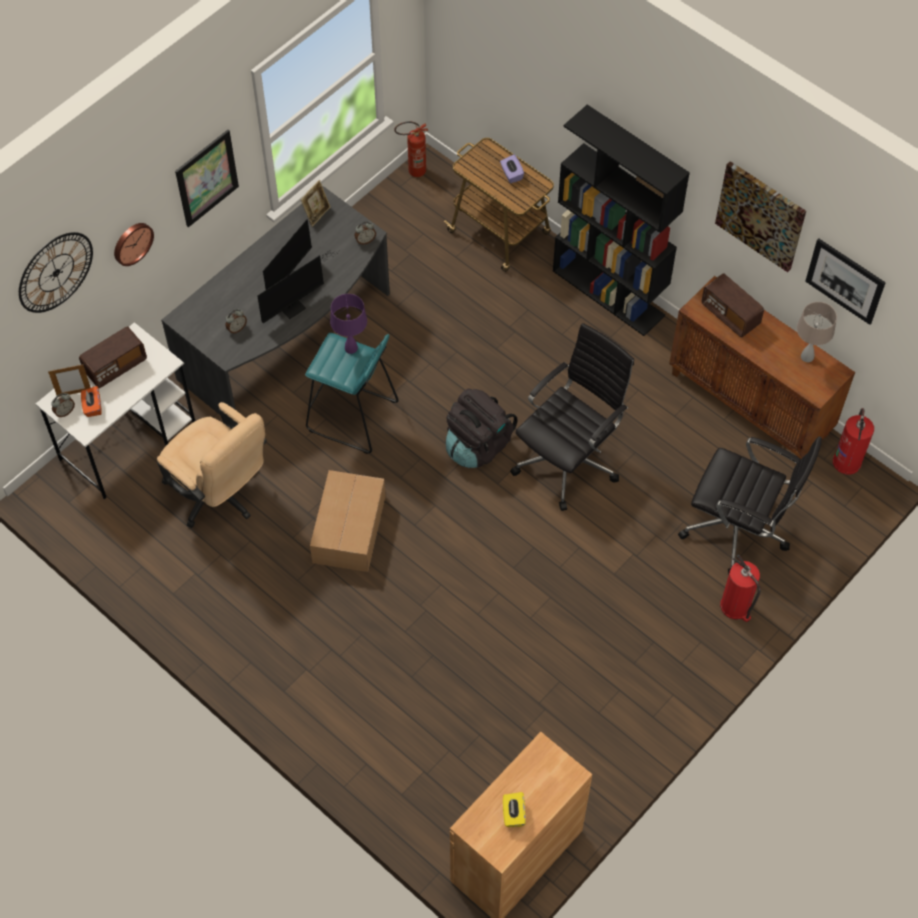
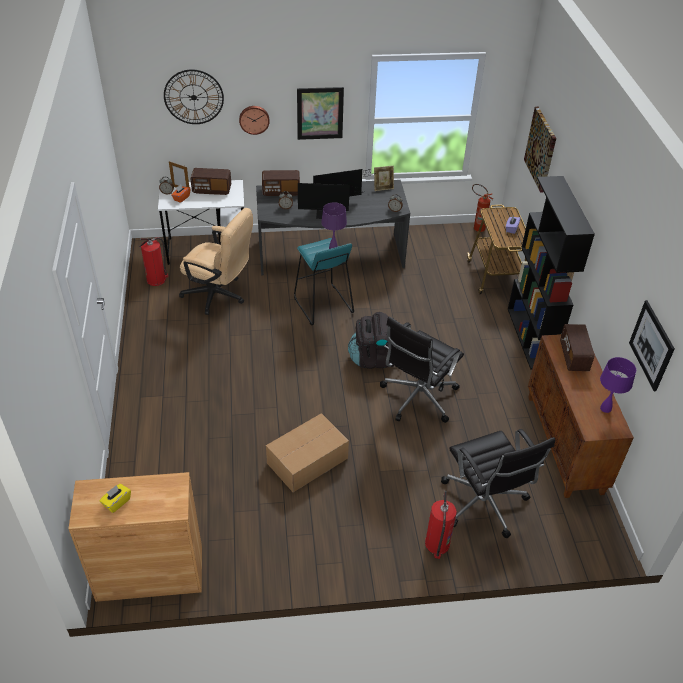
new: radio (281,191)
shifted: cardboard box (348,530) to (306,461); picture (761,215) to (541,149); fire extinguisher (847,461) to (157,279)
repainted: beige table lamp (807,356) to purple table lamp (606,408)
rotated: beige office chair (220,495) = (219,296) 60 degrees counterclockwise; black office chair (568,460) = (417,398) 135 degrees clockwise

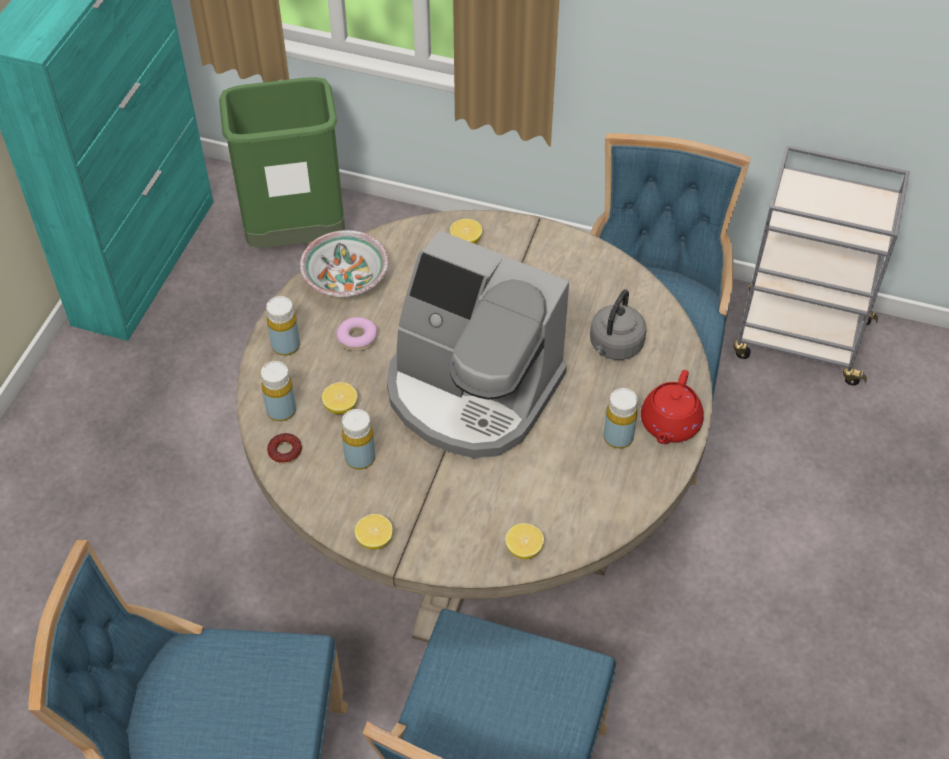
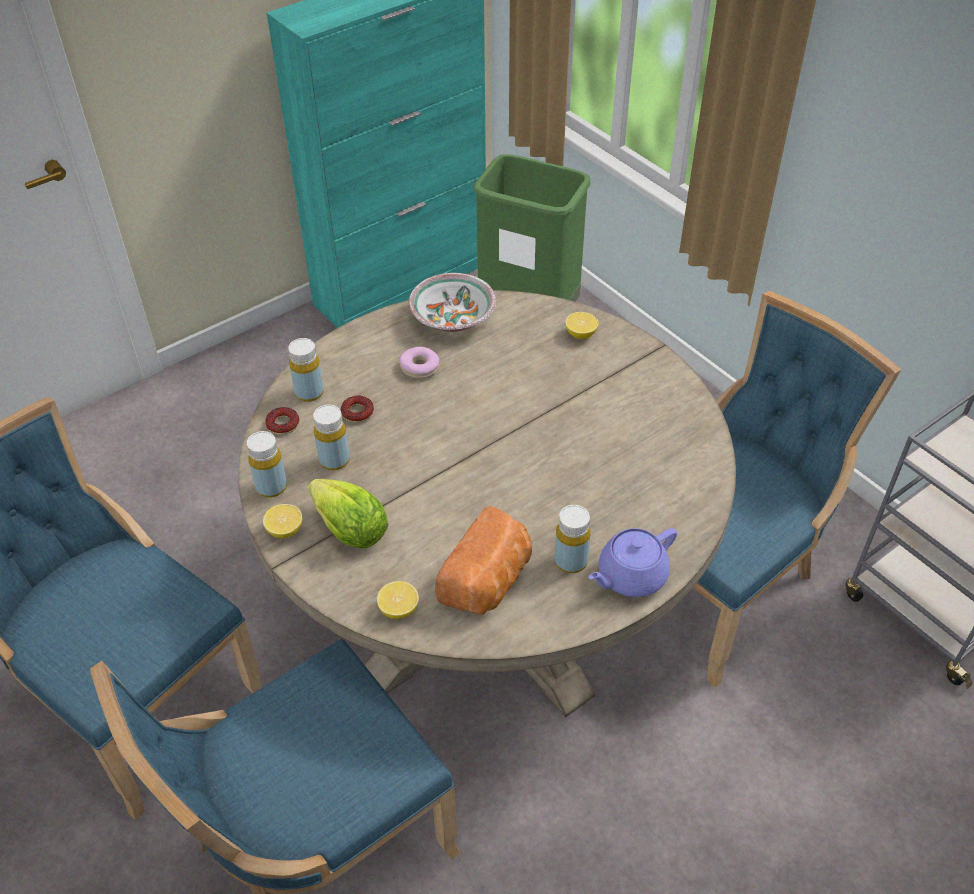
gone: coffee machine (471,391); grey kettle (614,346)
new: lettuce (350,530); bread (489,581)
shifted: yellow bottle (286,346) to (271,487)
swapped: lemon (340,406) to donut (357,412)
repainted: red teapot (669,424) to purple teapot (630,576)

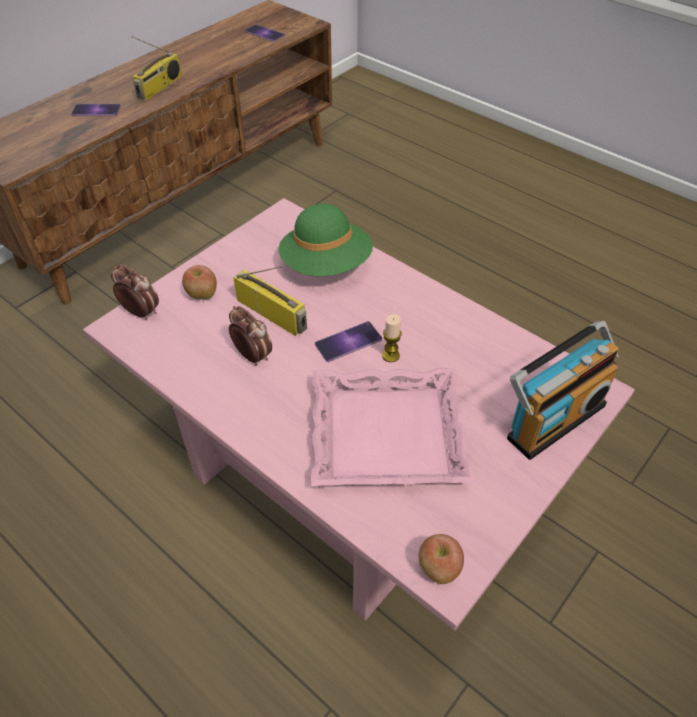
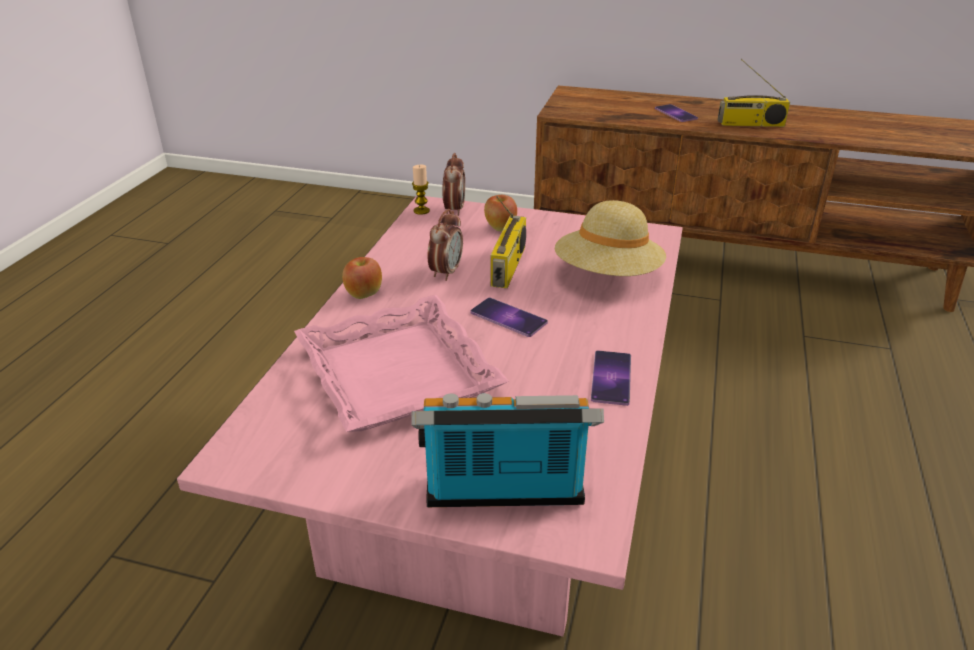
shifted: phone (265,33) to (611,378); candle (390,355) to (421,211); apple (438,569) to (364,294)
repainted: green hat (326,265) to beige hat (608,276)
rotated: radio (552,418) = (504,496) 150 degrees clockwise

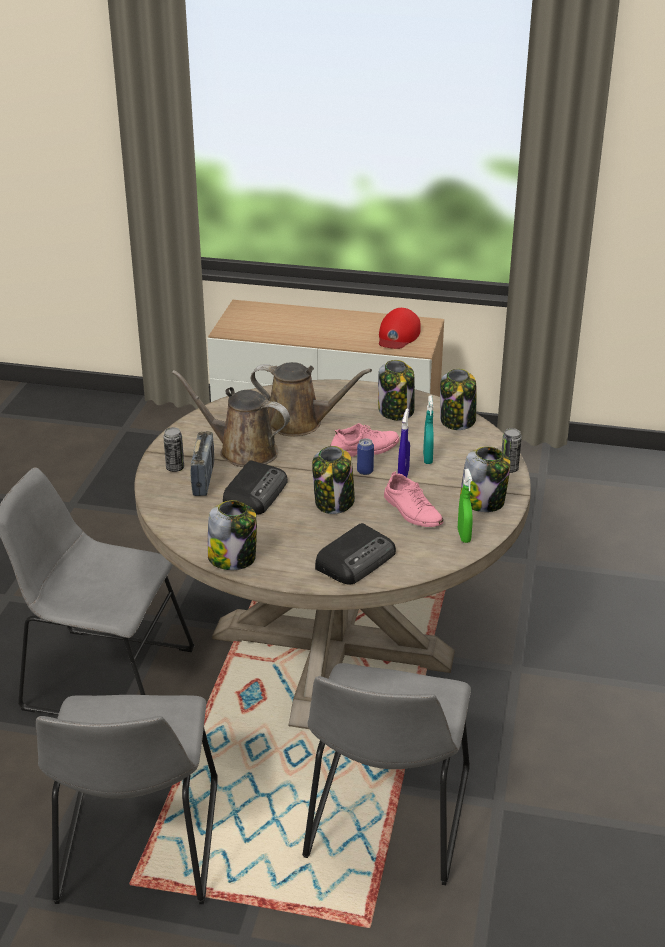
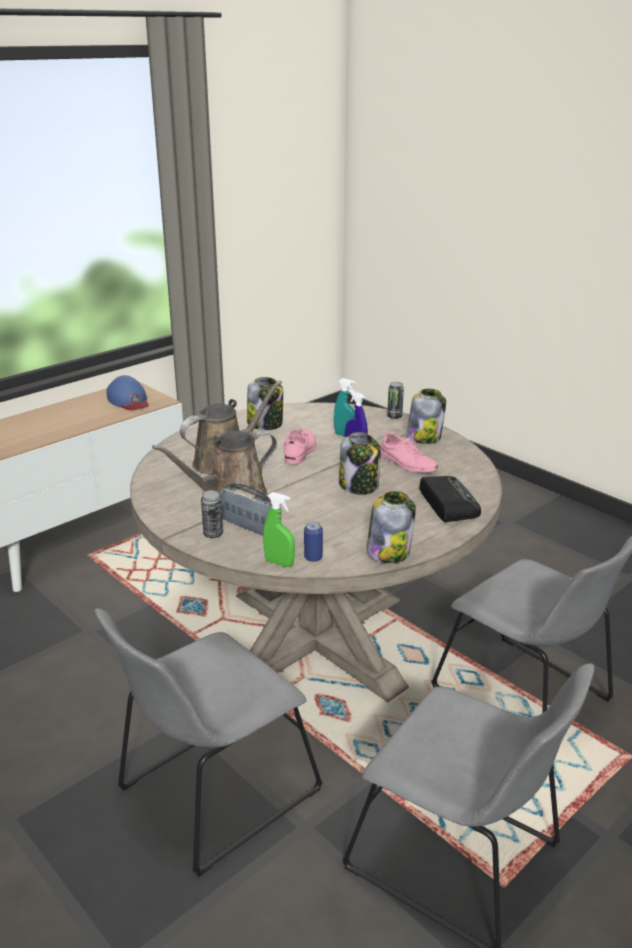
gone: radio (255,493); jar (457,421)
shifted: can (365,471) to (313,557); green spray bottle (464,536) to (279,563)
repainted: red cap (398,335) to blue cap (129,400)
rotated: pink shoe (412,511) = (406,463) 45 degrees clockwise

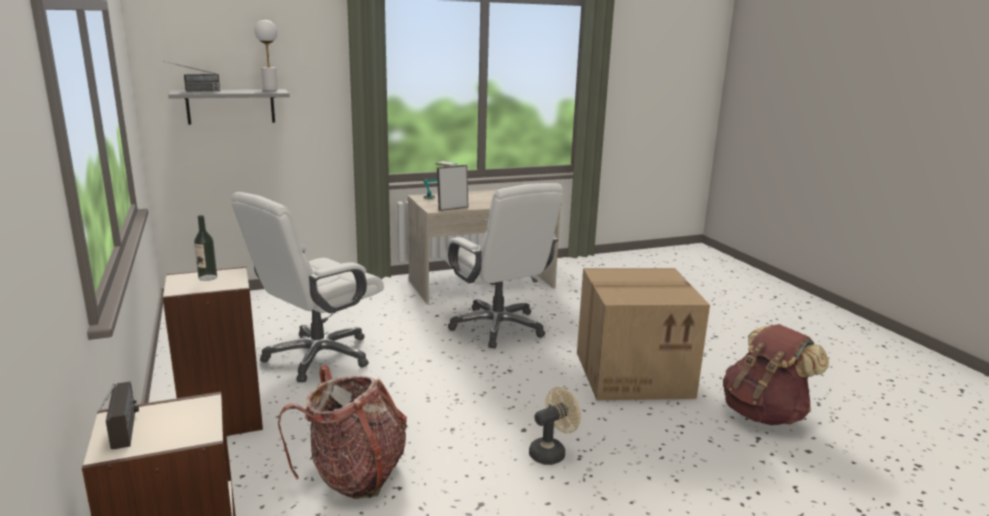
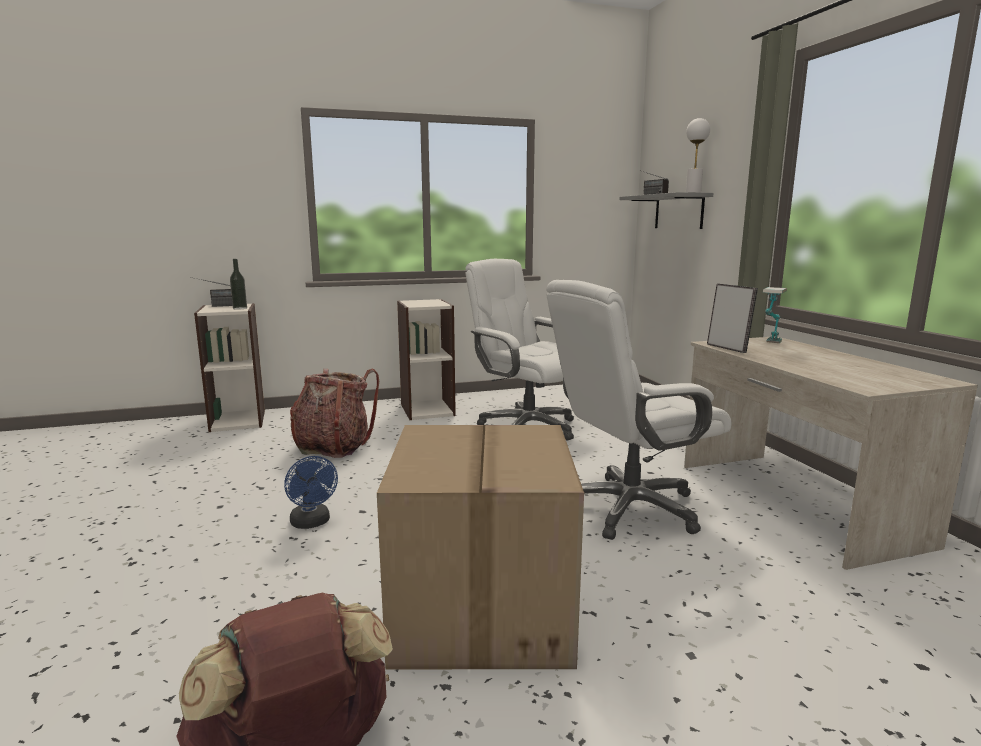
shifted: bottle (207,277) to (240,308)
repainted: beige fan (551,452) to blue fan (312,523)

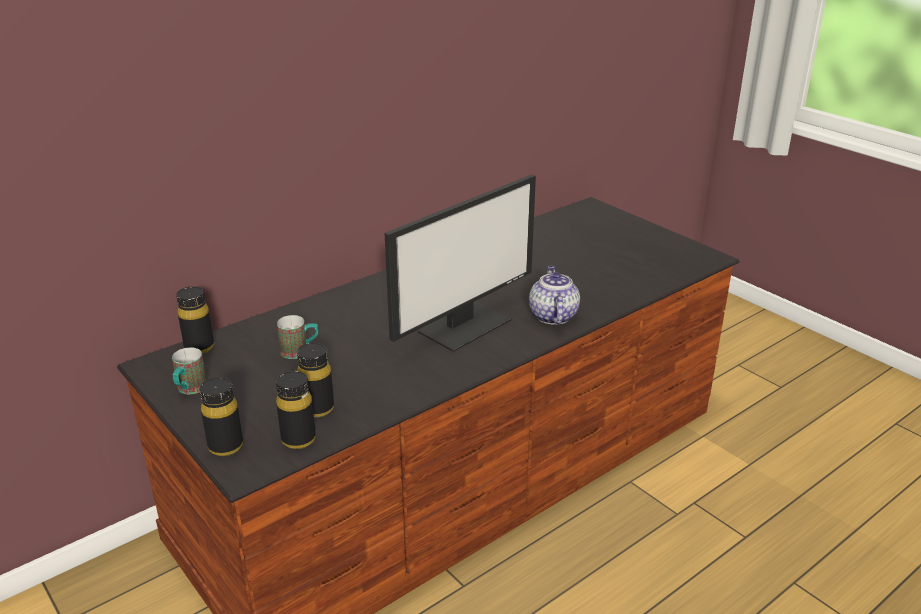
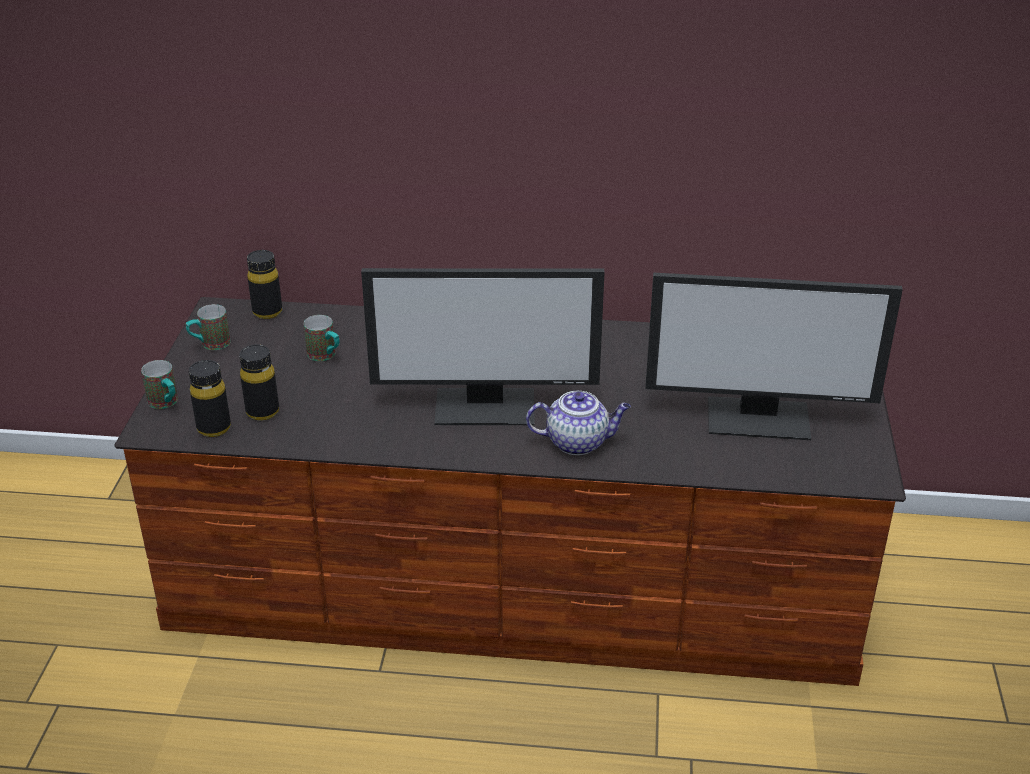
new: monitor (759,417)
swapped: black bottle (226,446) to mug (166,403)
rotated: teapot (552,315) = (578,442) 45 degrees clockwise

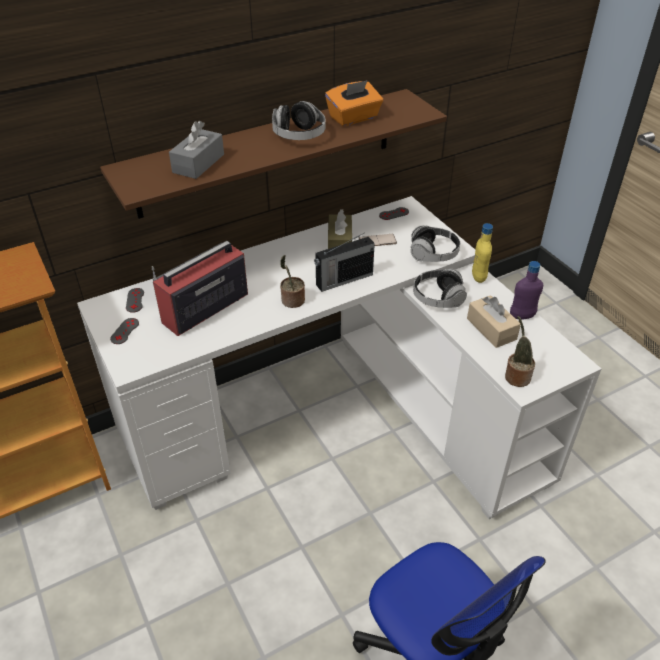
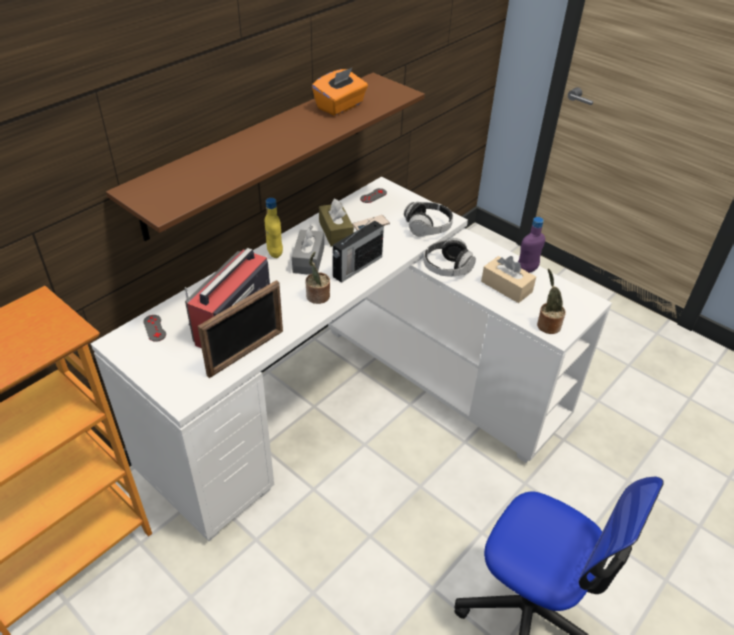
gone: grey game controller (125,331); headphones (299,136)
new: picture frame (246,353)
shifted: grey tissue box (198,163) to (308,260); yellow bottle (478,277) to (275,252)

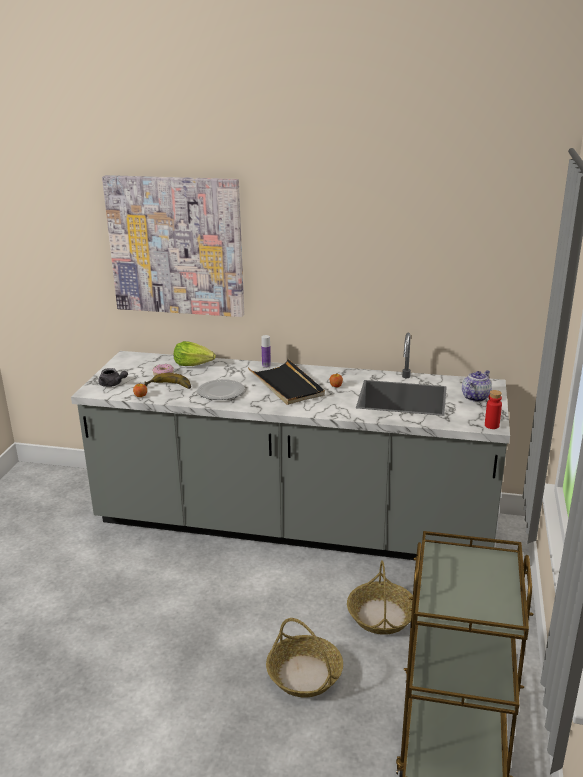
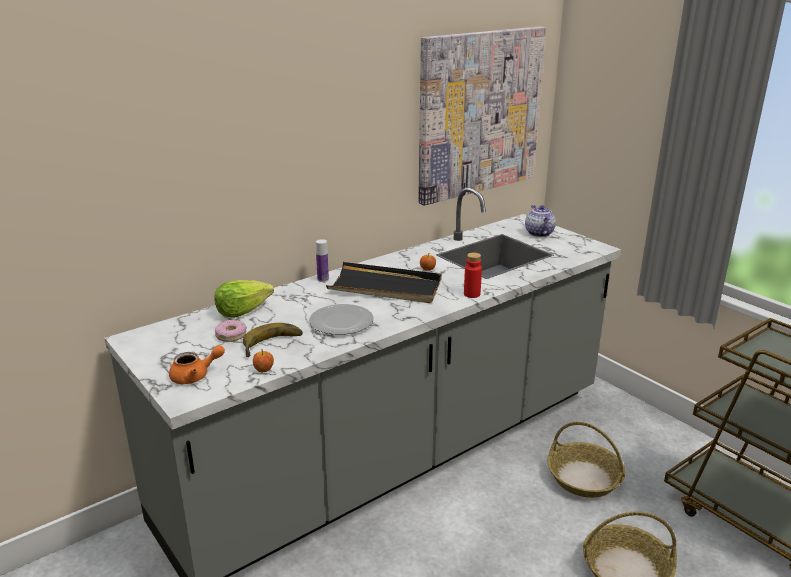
shifted: picture (176,246) to (479,113); red bottle (491,425) to (472,294)
repainted: grey teapot (112,384) to orange teapot (195,376)

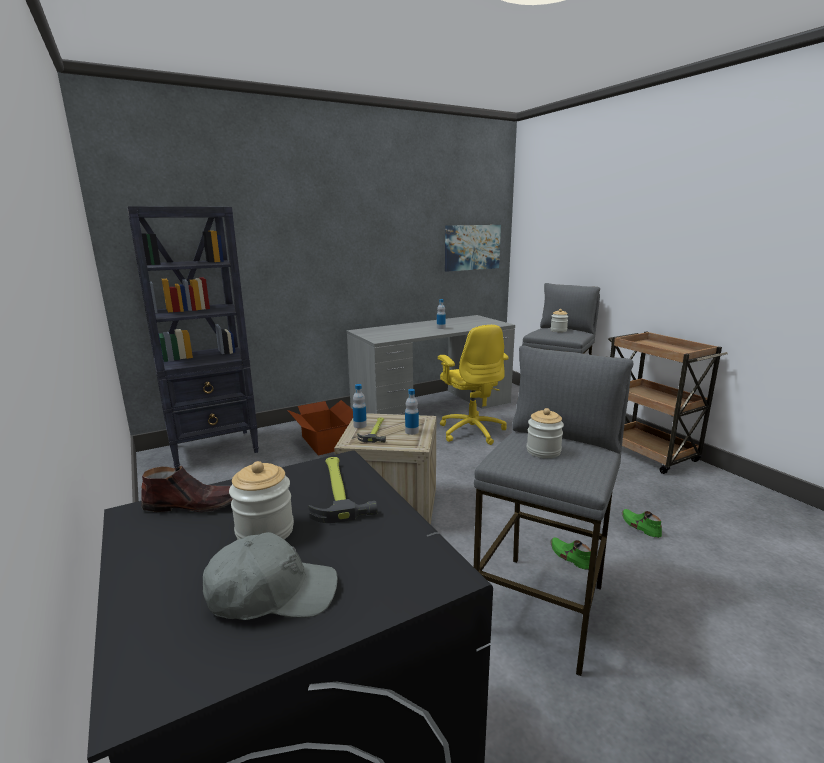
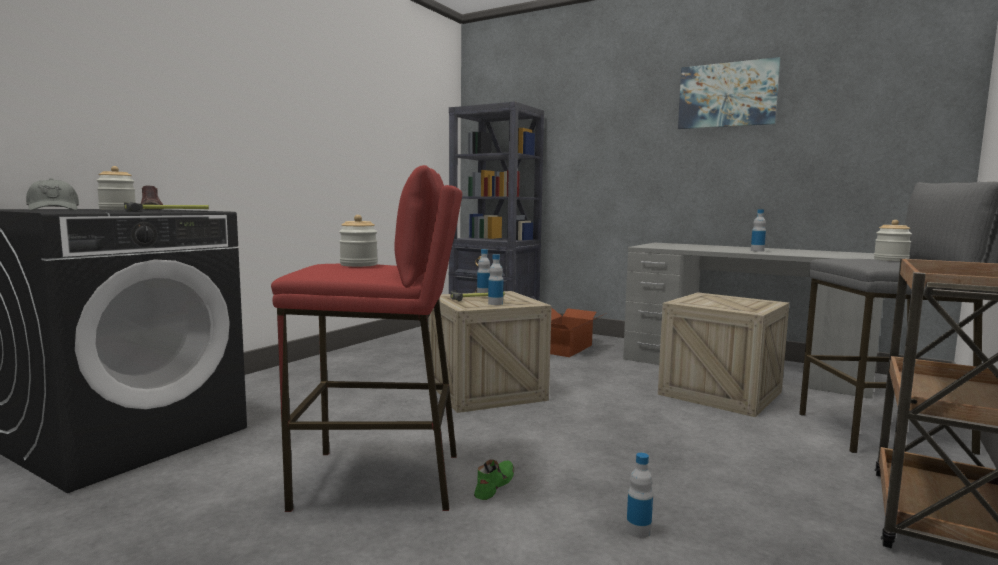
shifted: picture (472,247) to (727,95)
swapped: yellow office chair (471,431) to crate (720,393); green shoe (640,526) to bottle (638,530)
repainted: grey stool (542,608) to red stool (380,480)

